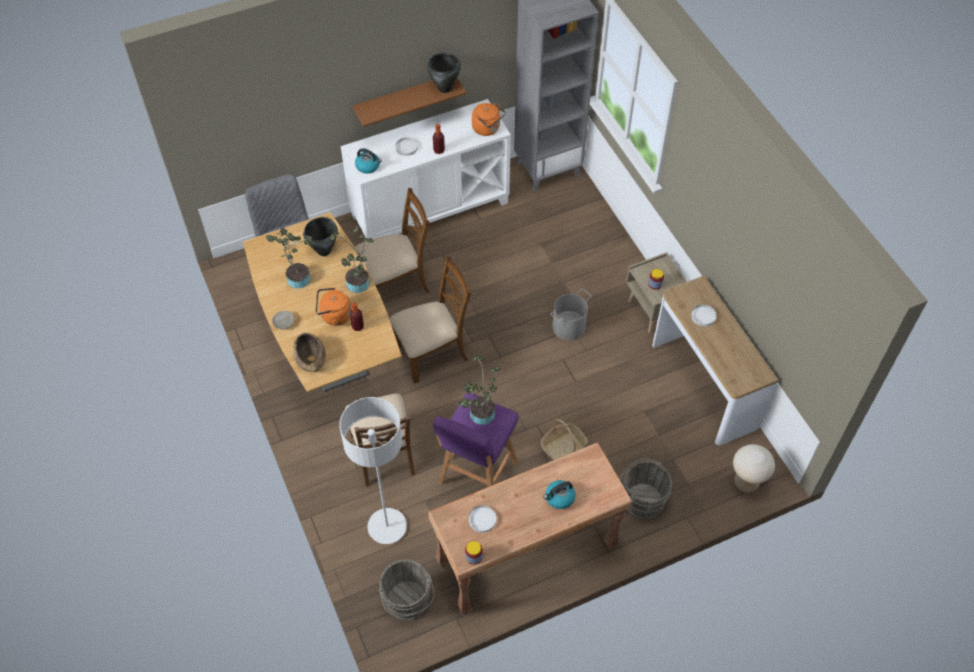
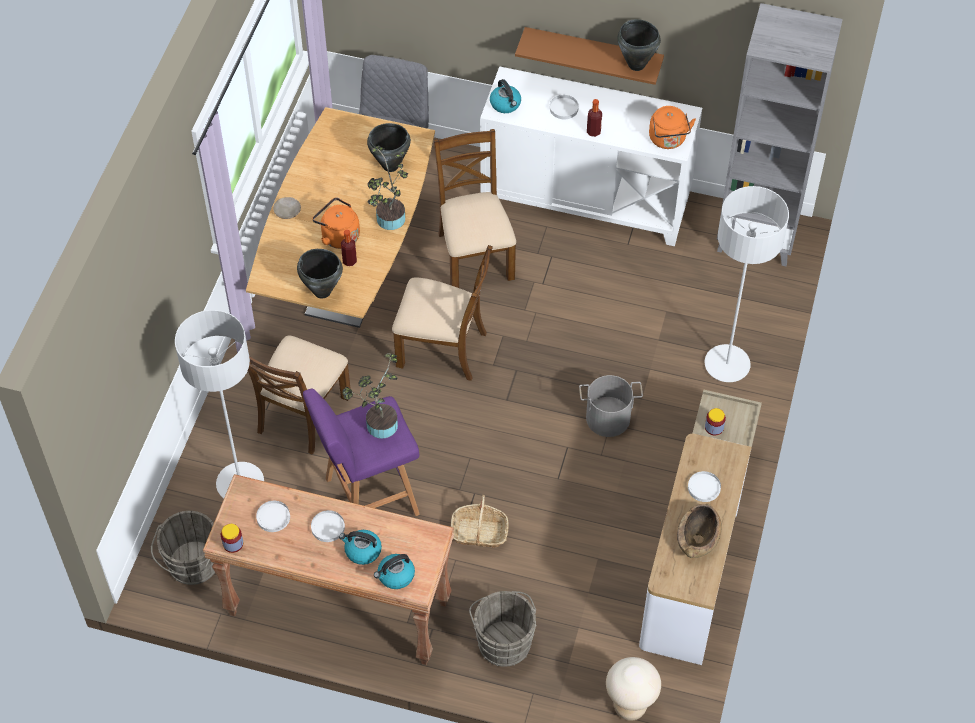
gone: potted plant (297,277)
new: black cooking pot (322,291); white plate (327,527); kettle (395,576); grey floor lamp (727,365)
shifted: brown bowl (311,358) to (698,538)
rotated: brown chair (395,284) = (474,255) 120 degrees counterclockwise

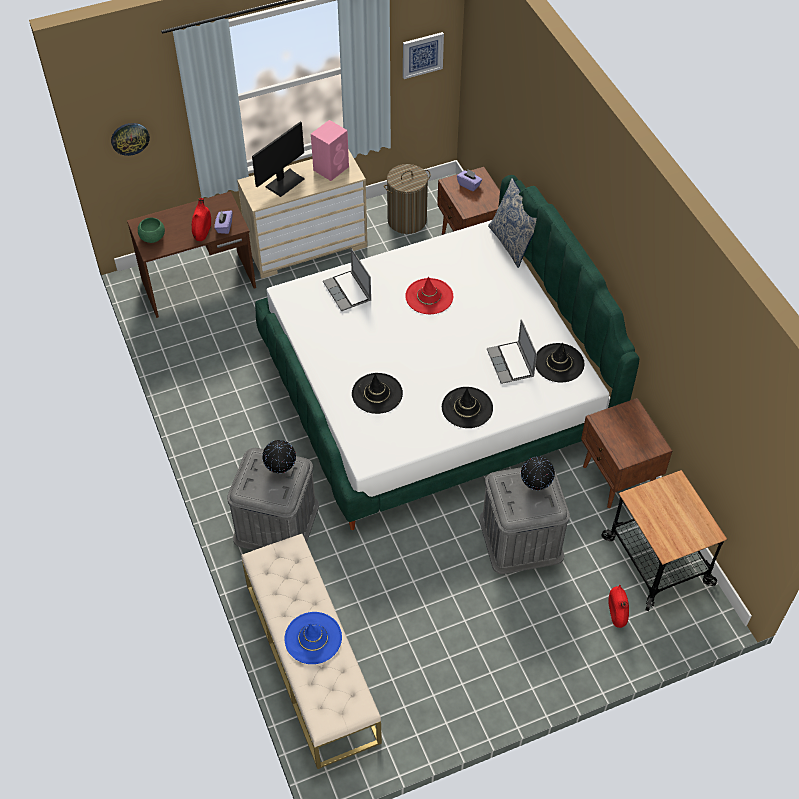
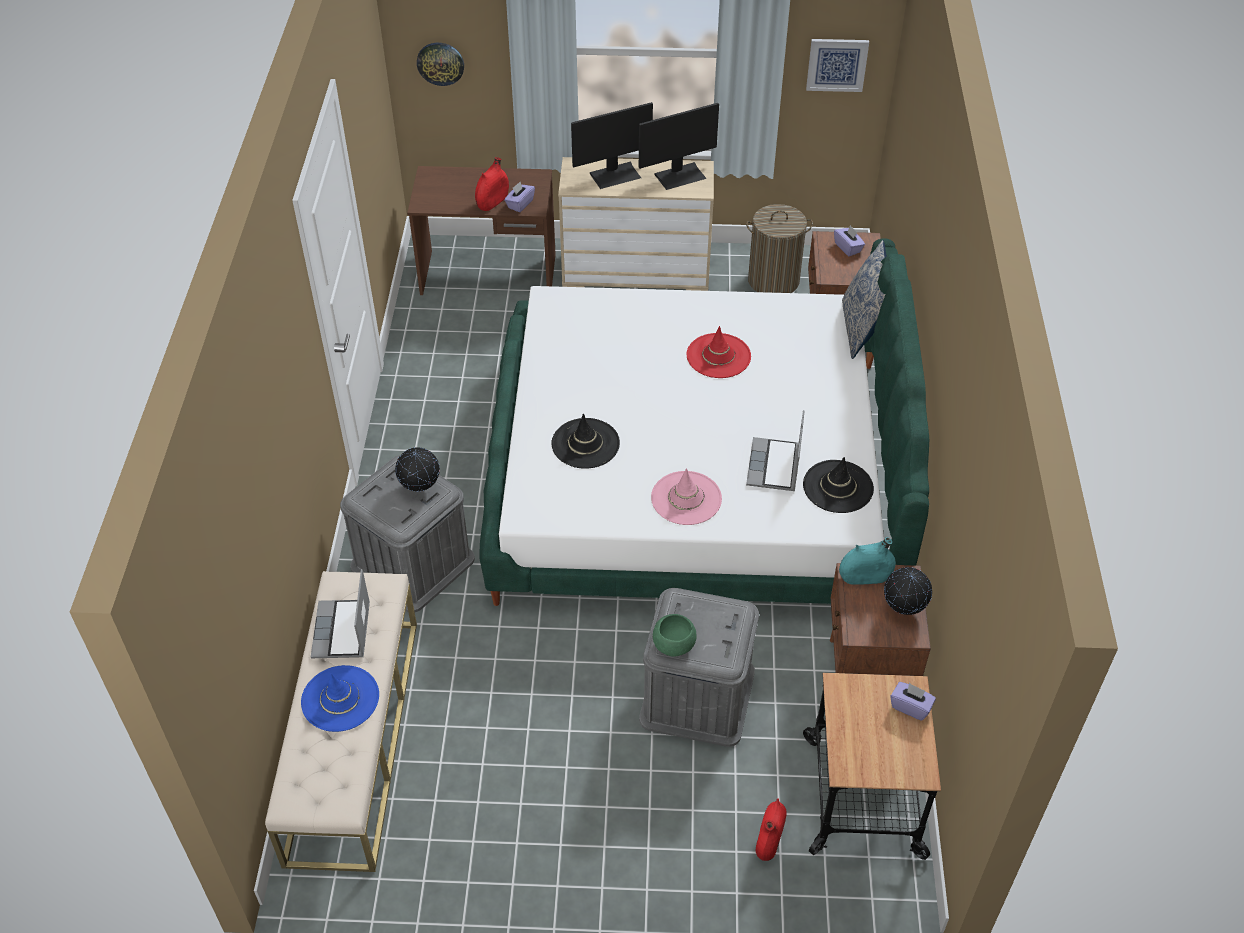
new: turquoise vase (865,577); purple tissue box (910,707)
shifted: green bowl (153,237) to (674,645); laptop (348,292) to (342,631); globe (535,485) to (903,609)
swapped: pink speaker (331,168) to monitor (680,175)
repainted: black hat (467,408) to pink hat (686,498)

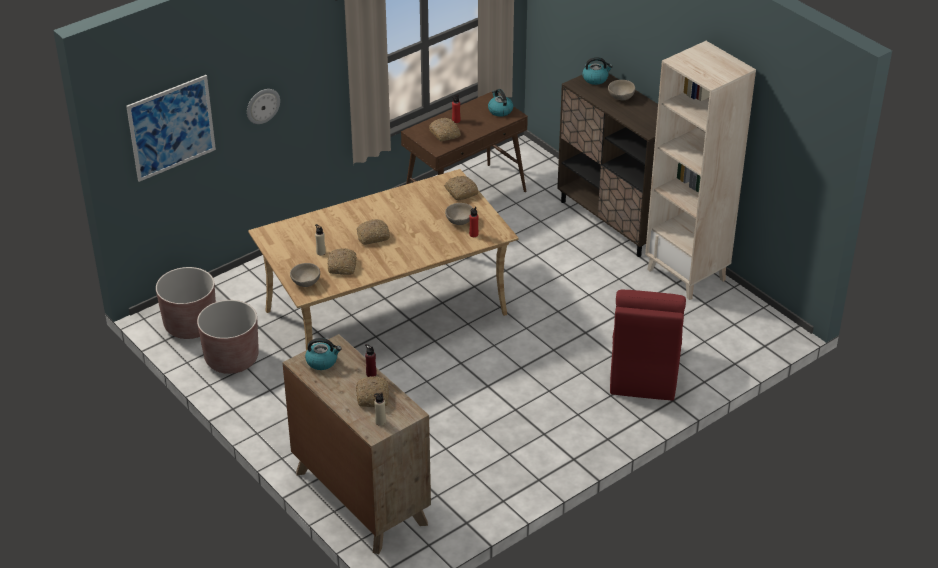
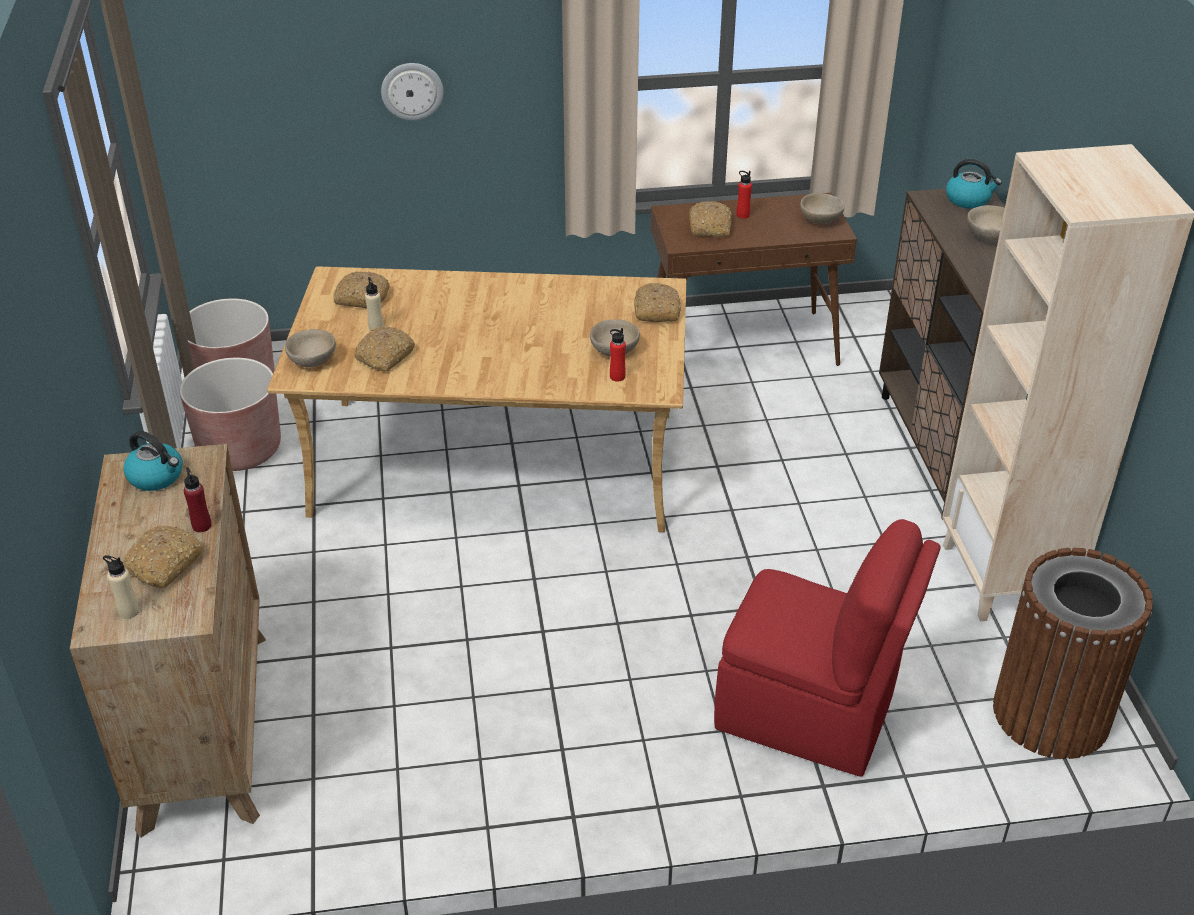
gone: picture (171,128)
new: brown trash can (1051,714)
shifted: bread (373,236) to (361,298)
swapped: kettle (500,110) to beige bowl (820,220)
rotated: red chair (643,372) = (809,714) 105 degrees counterclockwise

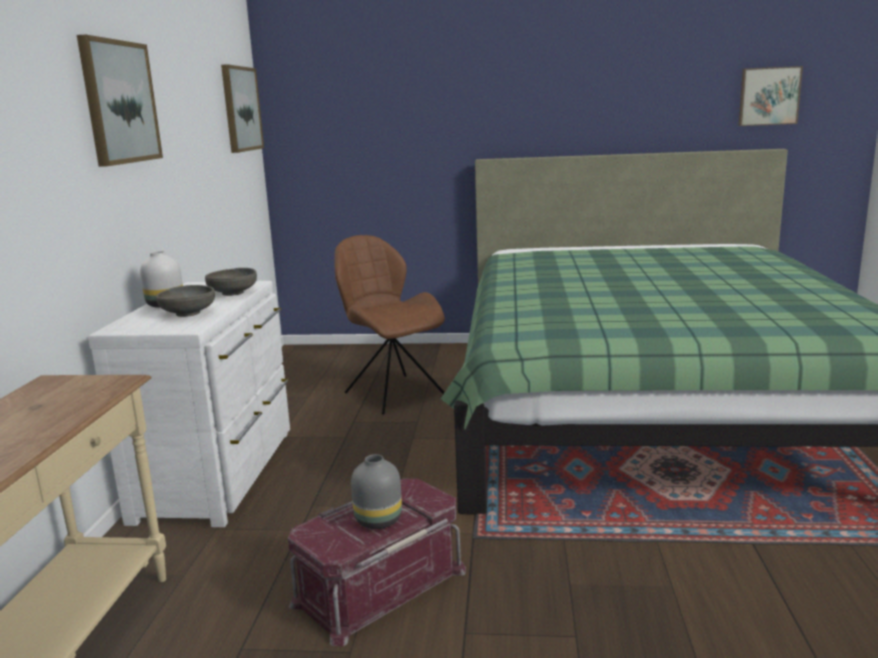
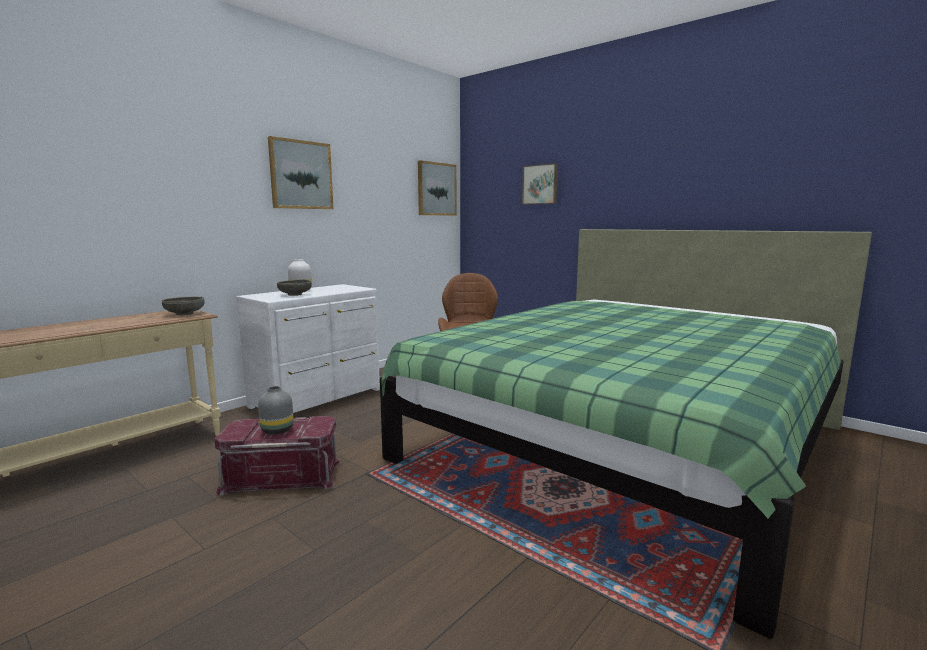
shifted: grey bowl (233,293) to (184,314); picture (769,96) to (540,184)

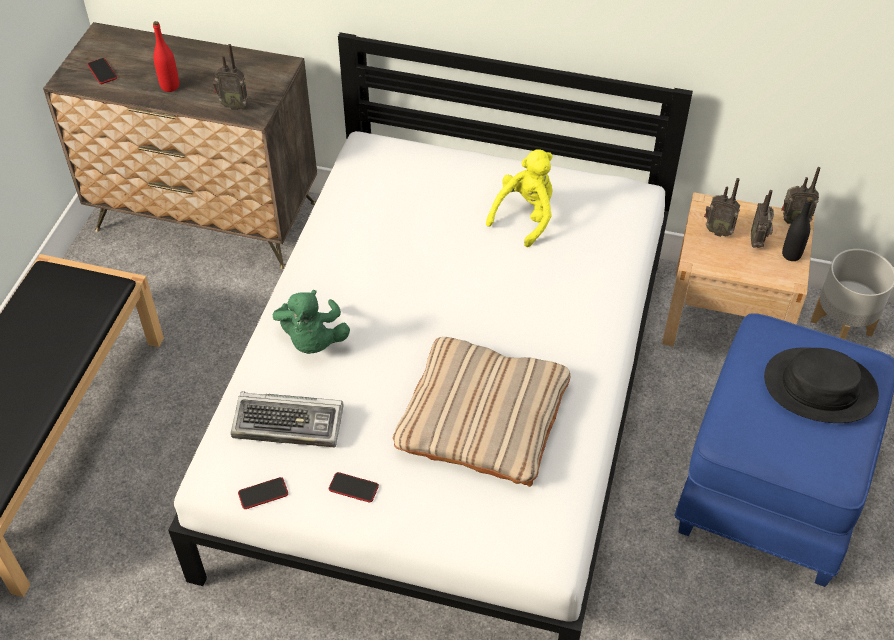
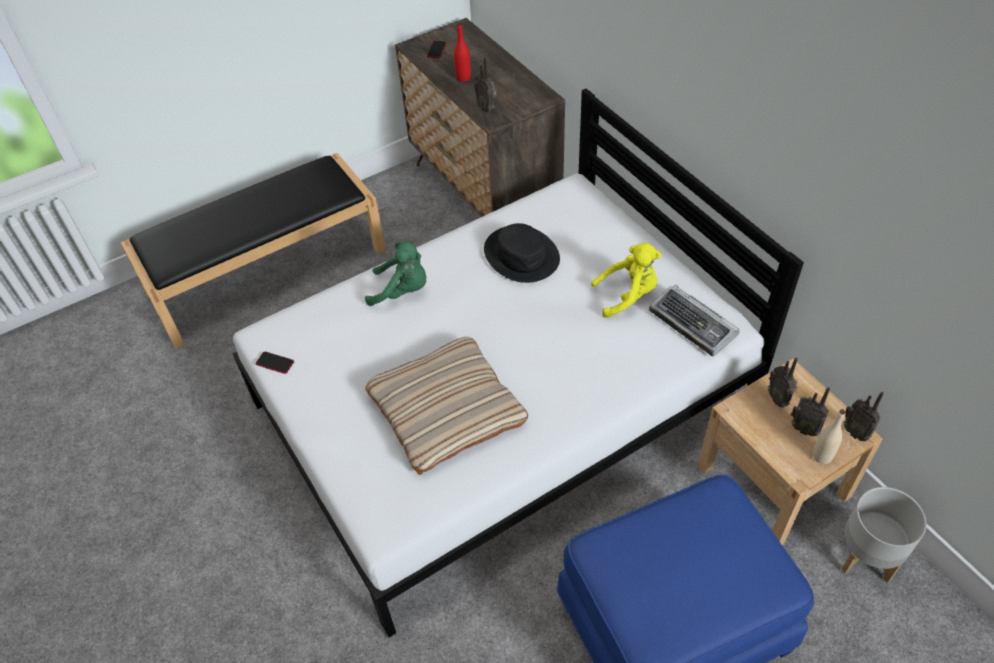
gone: phone (353,488)
shifted: keyboard (290,424) to (693,324); black hat (820,386) to (522,255)
repainted: black bottle (791,255) to beige bottle (822,456)
rotated: green plush toy (312,341) = (402,291) 120 degrees counterclockwise; radio (757,242) = (803,428) 105 degrees counterclockwise

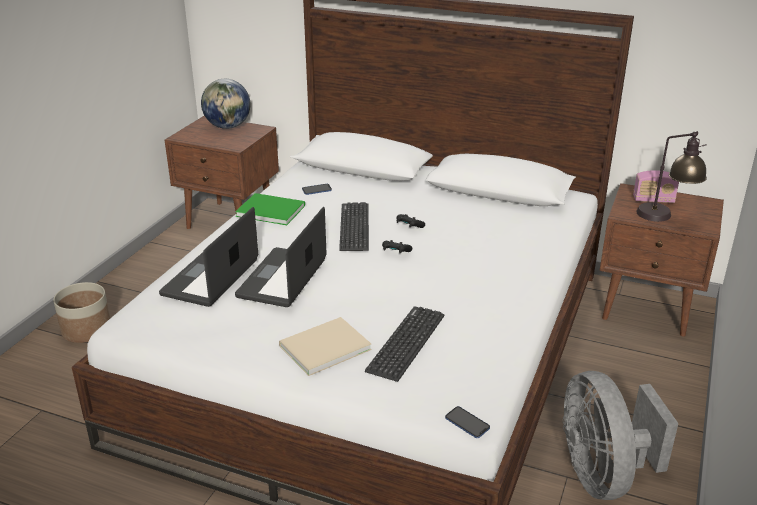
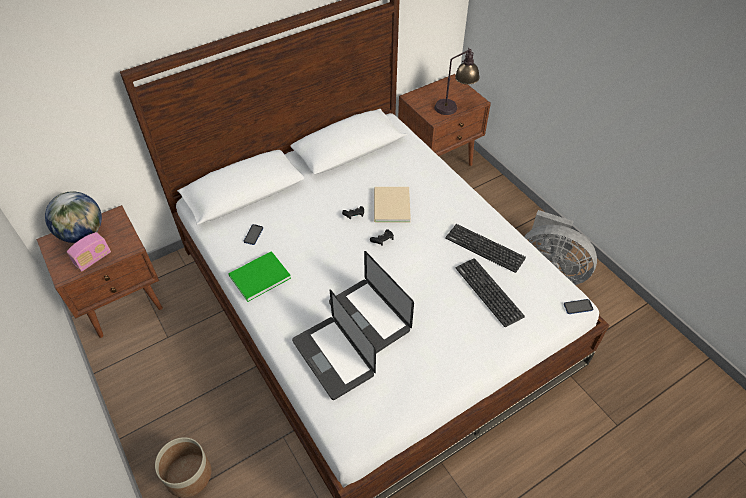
shifted: beige book (322,347) to (390,206); keyboard (354,227) to (484,248); radio (653,200) to (93,259)

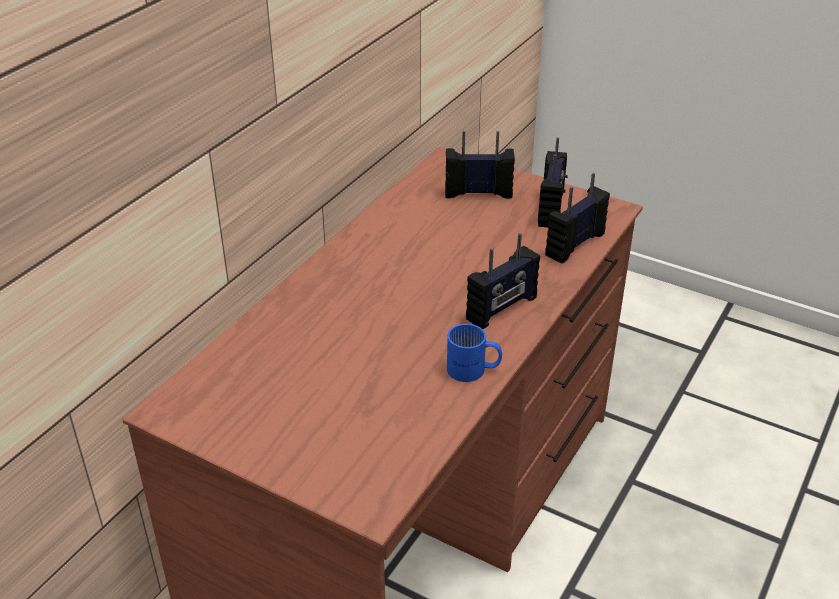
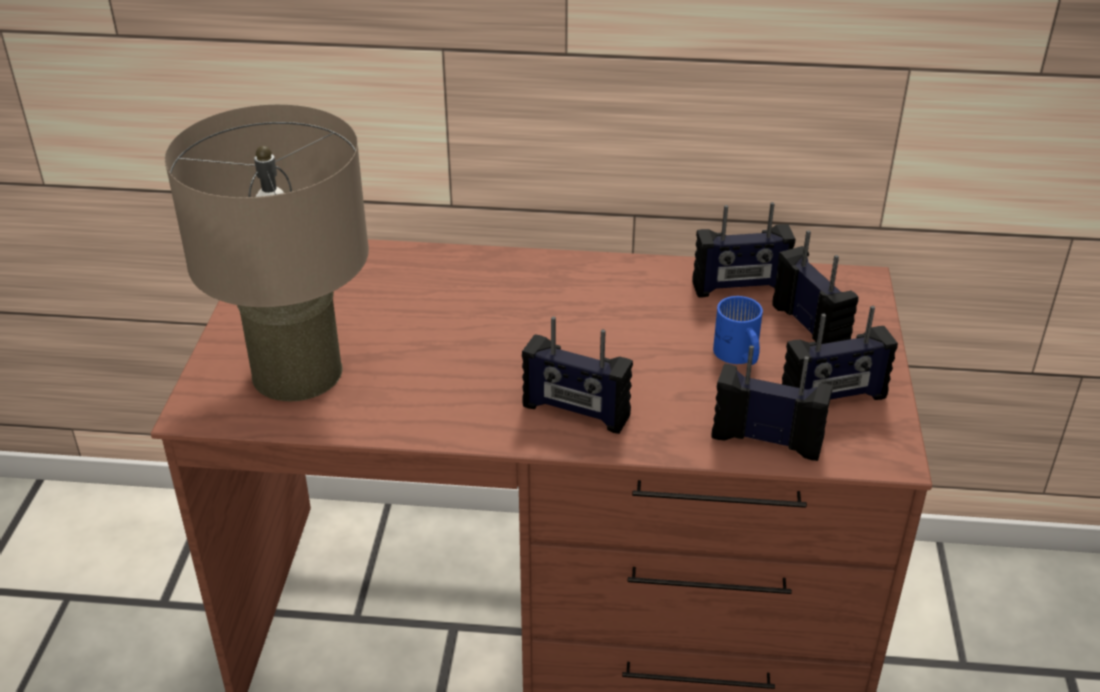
new: beige table lamp (297,372); radio (740,288)
shifted: blue mug (473,370) to (737,356)

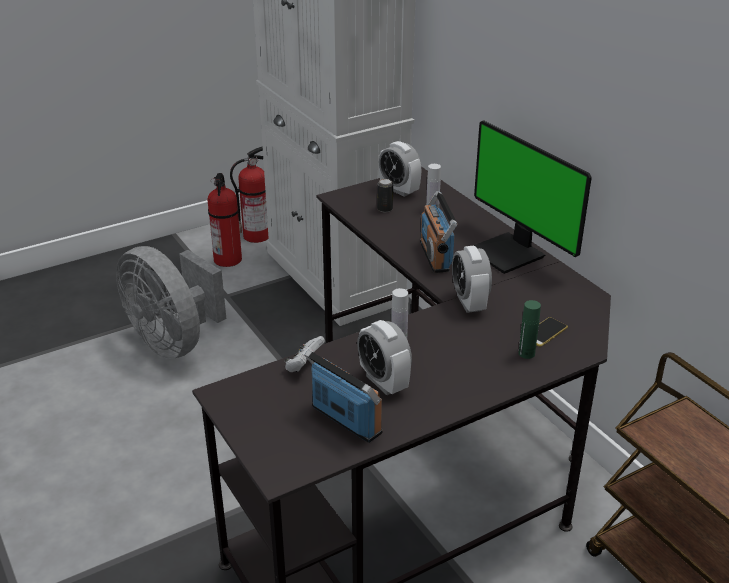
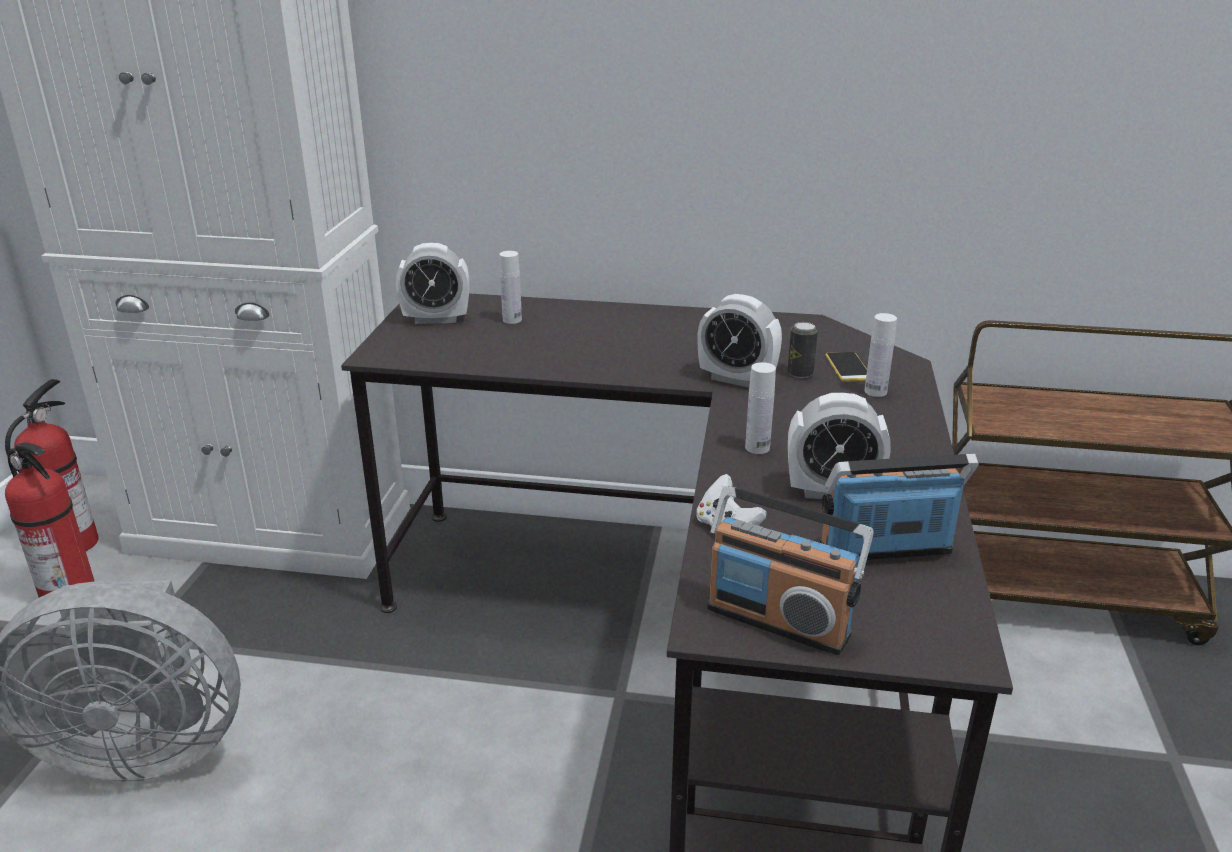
gone: monitor (509,253)
shifted: can (385,209) to (800,373); radio (435,256) to (778,620)
repainted: green bottle (526,353) to white bottle (875,391)

